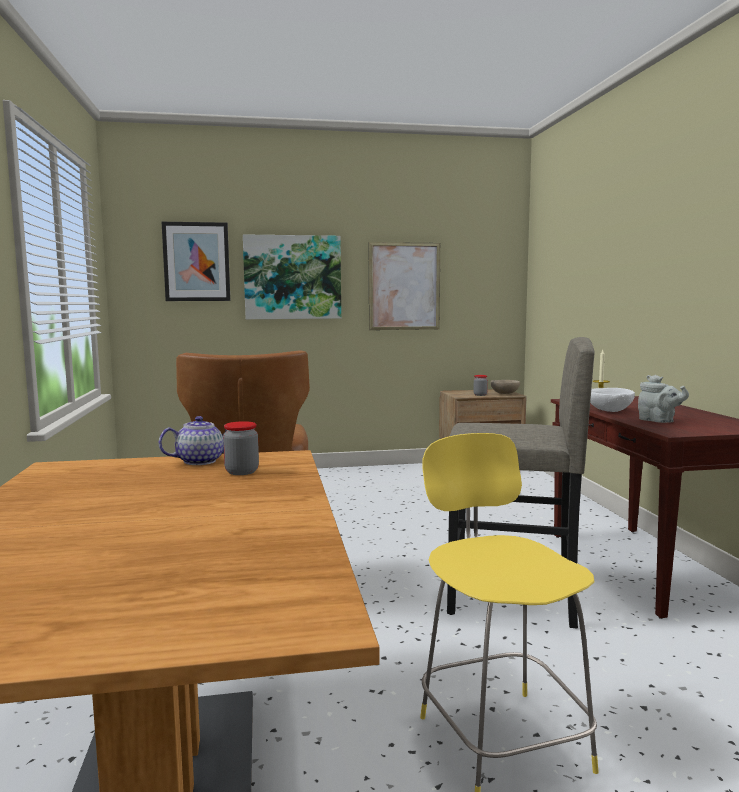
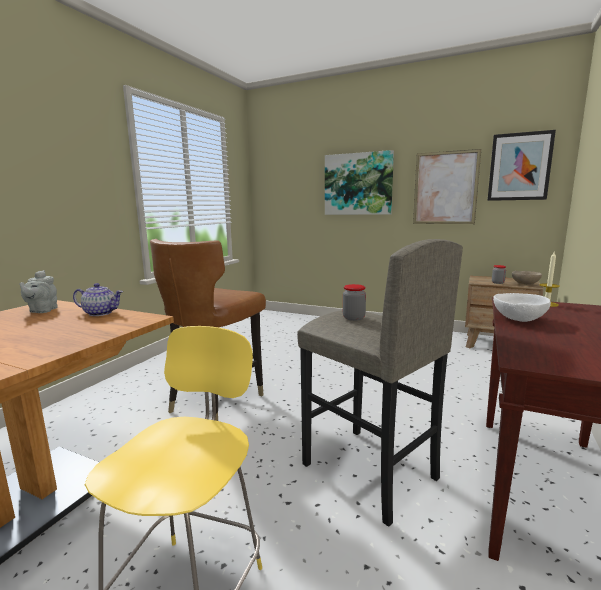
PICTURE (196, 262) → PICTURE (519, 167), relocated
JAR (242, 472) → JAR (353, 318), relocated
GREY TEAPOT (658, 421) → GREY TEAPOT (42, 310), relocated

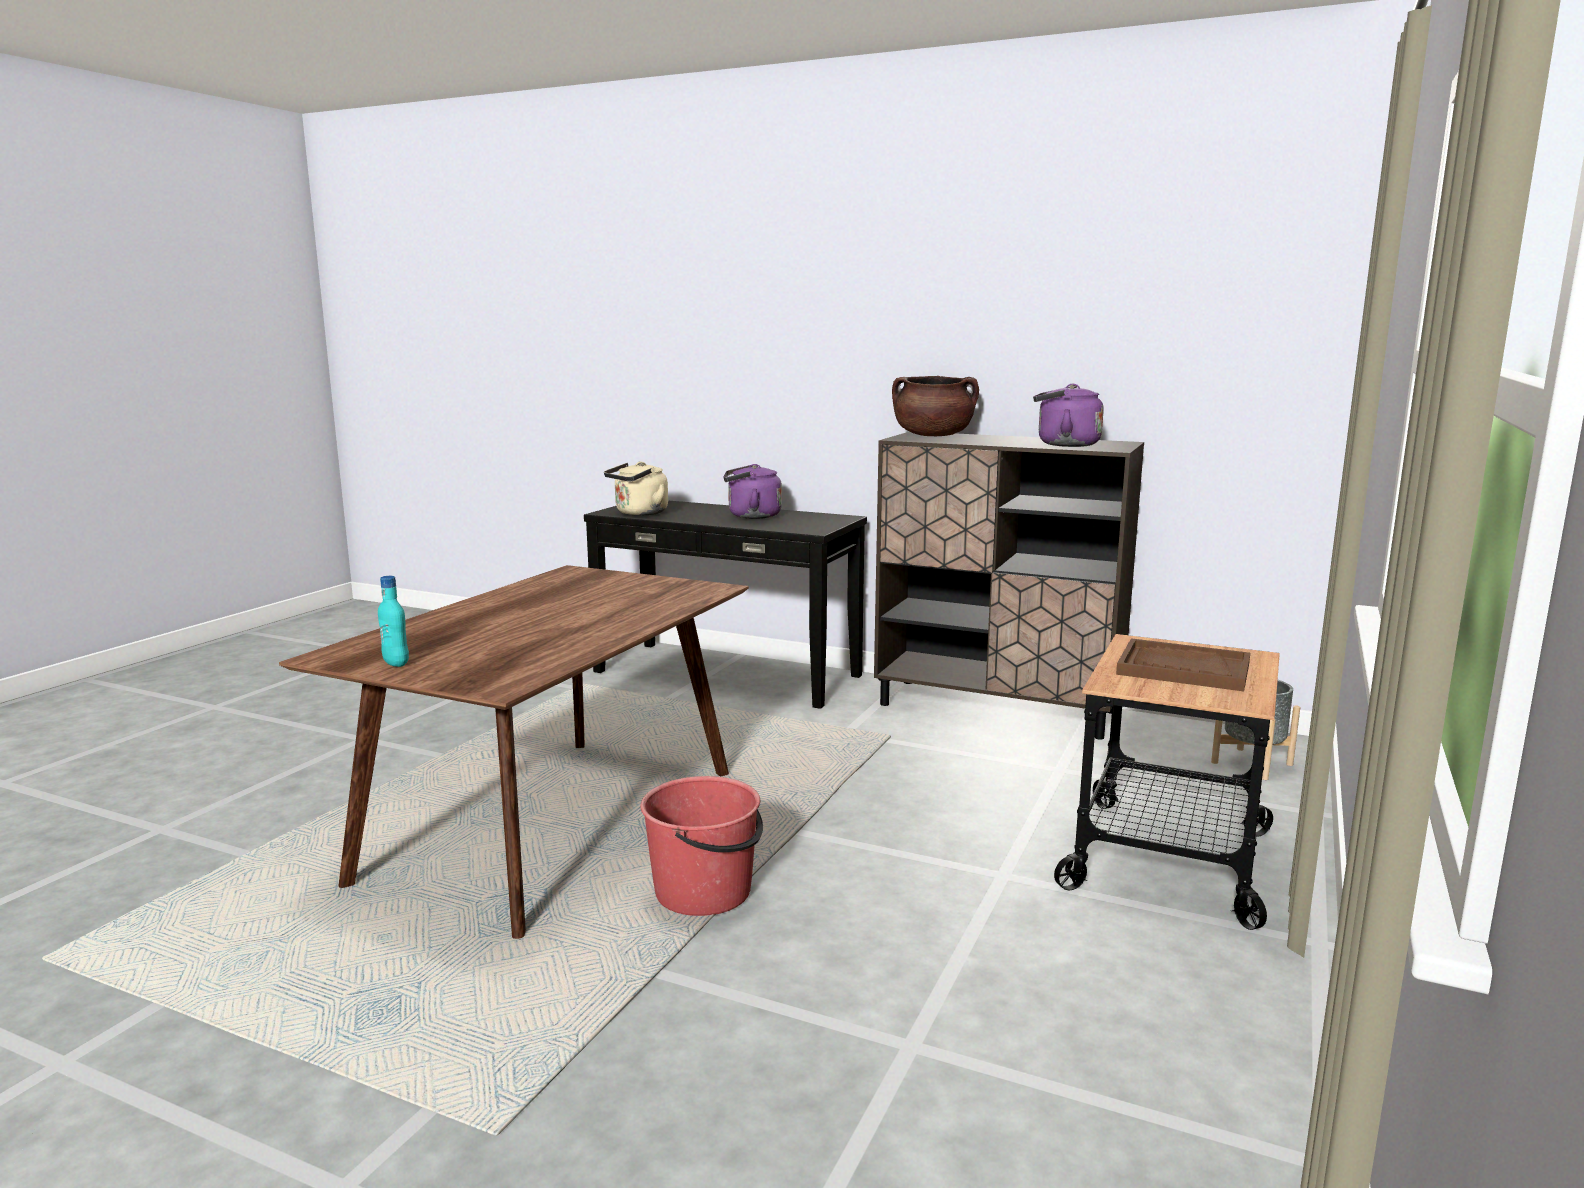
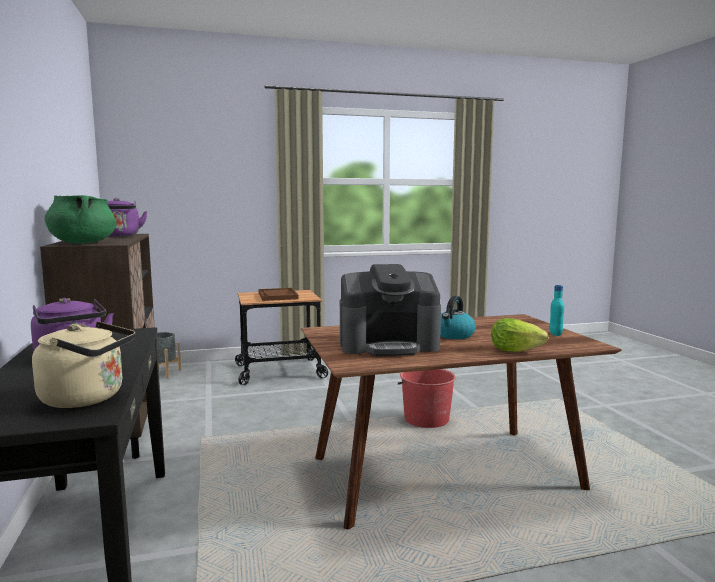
- → COFFEE MACHINE (389, 344)
- → KETTLE (453, 335)
- → LETTUCE (514, 351)
BROWN COOKING POT (933, 436) → GREEN COOKING POT (82, 243)

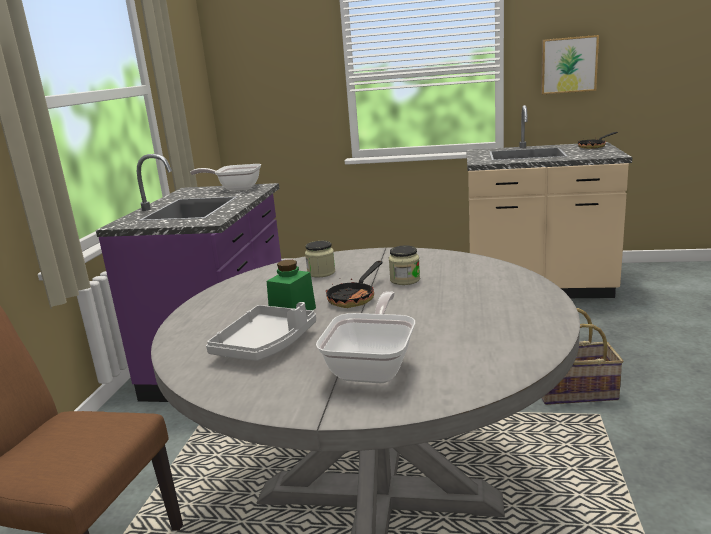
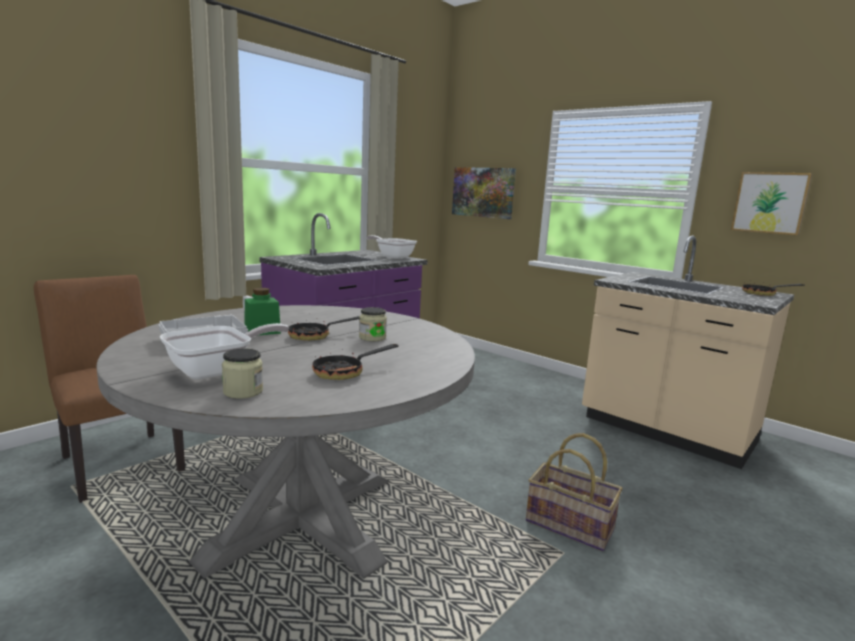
- → FRYING PAN (345, 372)
- → PICTURE (483, 192)
JAR (321, 272) → JAR (243, 391), relocated

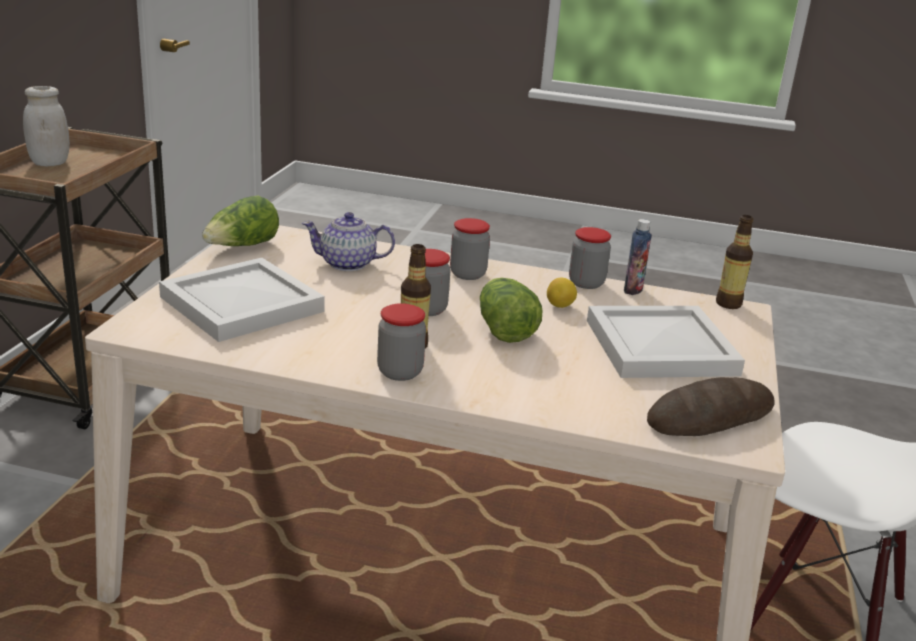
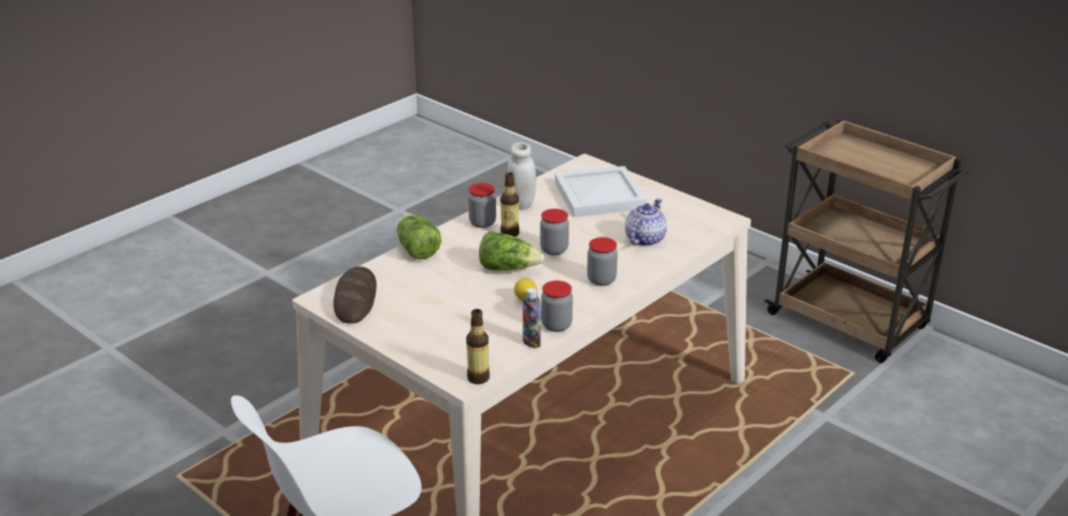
WHITE TRAY (659, 348) → -
WHITE JAR (50, 163) → WHITE JAR (521, 204), relocated
LETTUCE (242, 246) → LETTUCE (417, 249), relocated

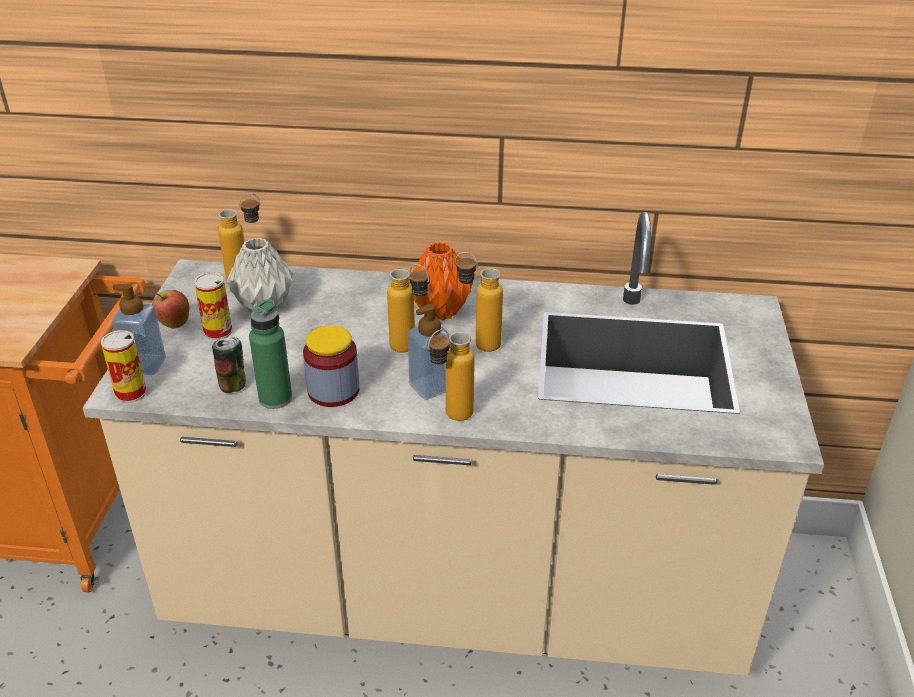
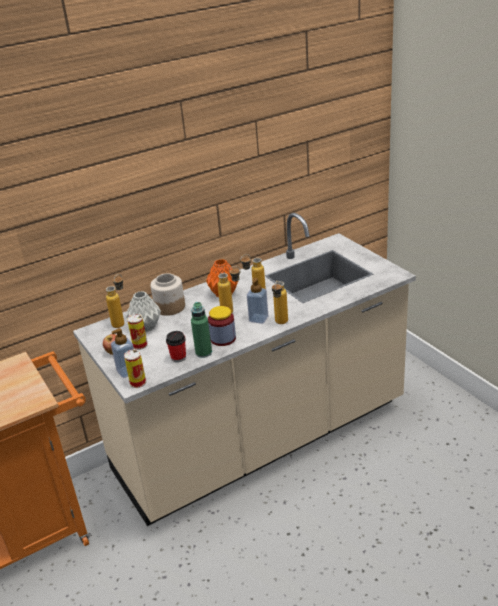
- → JAR (169, 307)
CAN (233, 385) → CUP (178, 358)

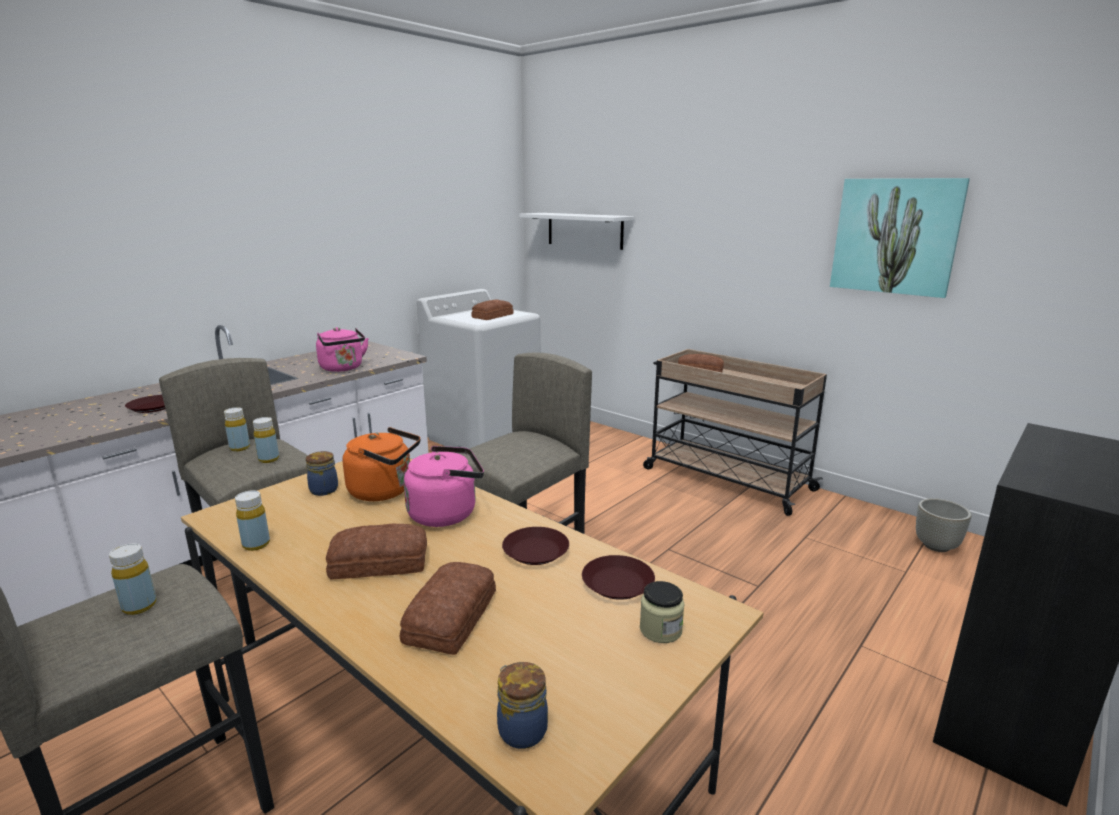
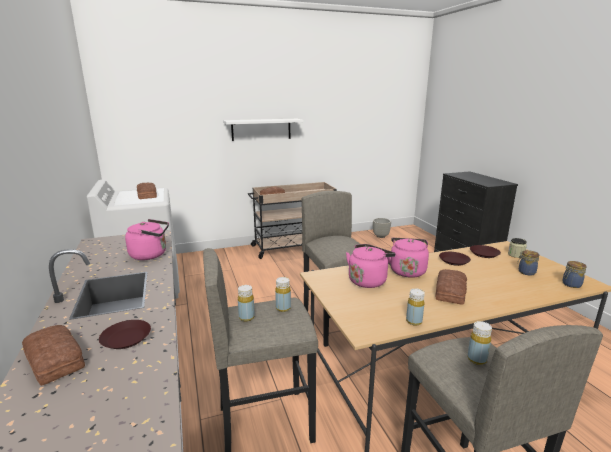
PICTURE (895, 236) → -
JAR (324, 489) → JAR (525, 272), relocated
BREAD (453, 617) → BREAD (56, 359), relocated
WHITE SHELF (584, 230) → WHITE SHELF (261, 129), relocated
ORANGE KETTLE (385, 491) → PINK KETTLE (368, 280)

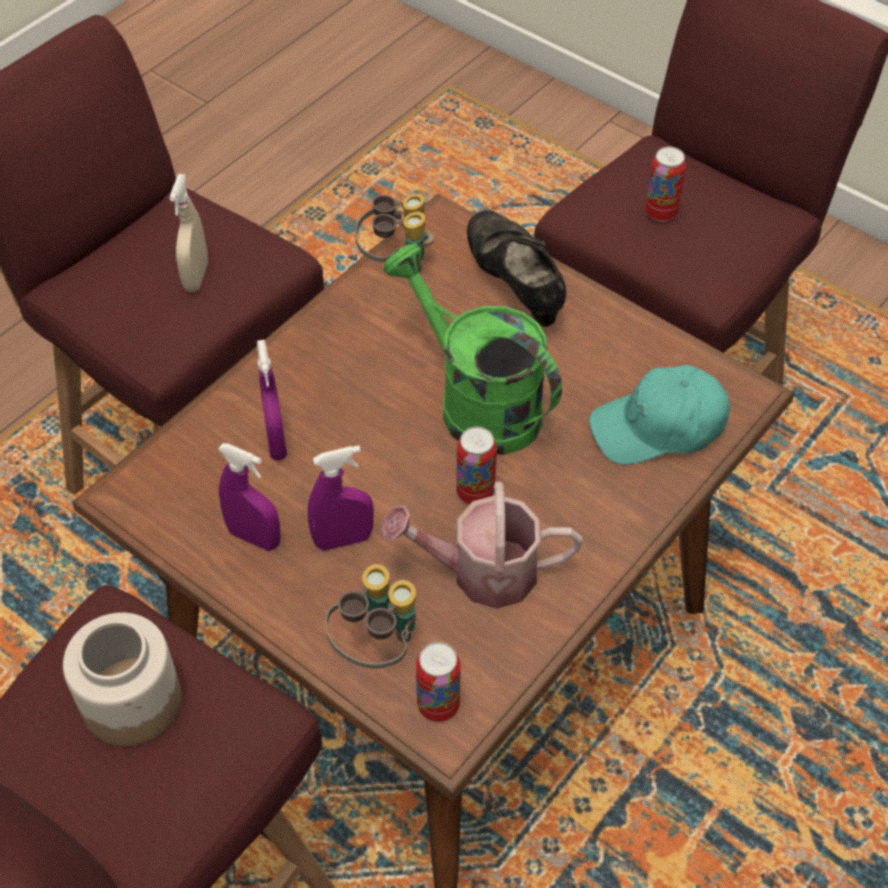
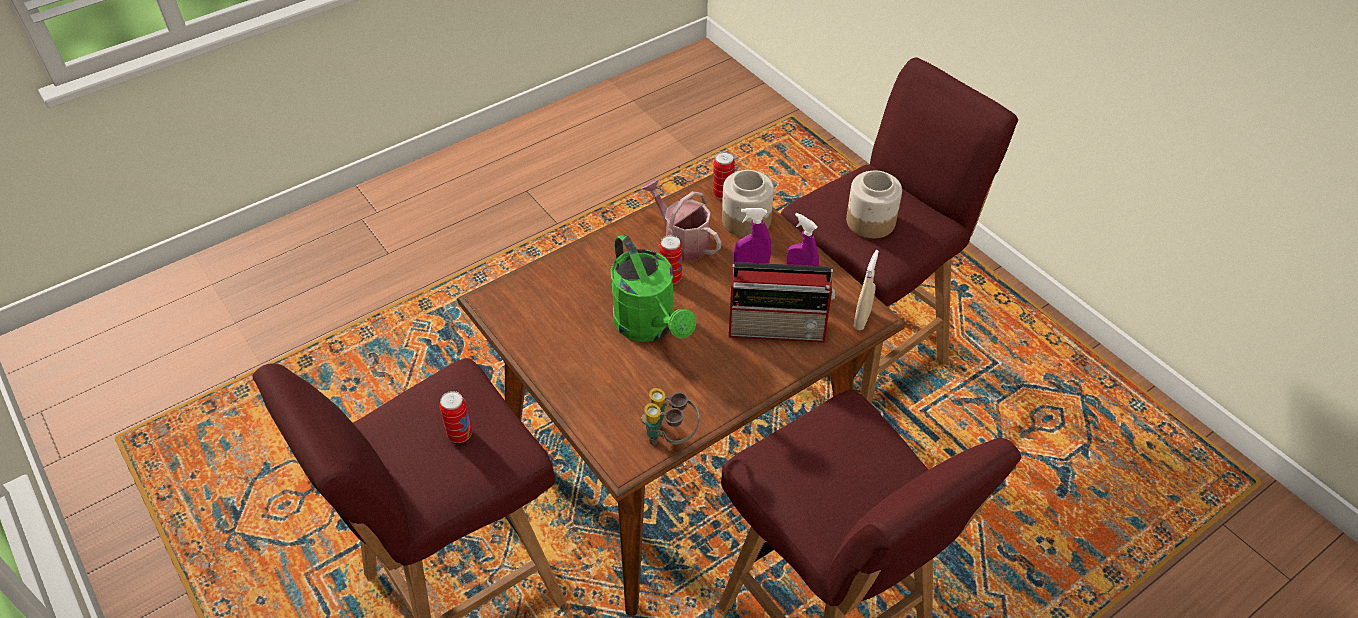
BLACK SHOE (514, 286) → -
TURQUOISE CAP (658, 427) → -
BEIGE SPRAY BOTTLE (196, 277) → BEIGE SPRAY BOTTLE (862, 319), relocated
PURPLE SPRAY BOTTLE (276, 442) → RADIO (779, 328)
BINOCULARS (377, 646) → JAR (745, 221)
WATERING CAN (481, 572) → WATERING CAN (682, 241), 150 degrees counterclockwise

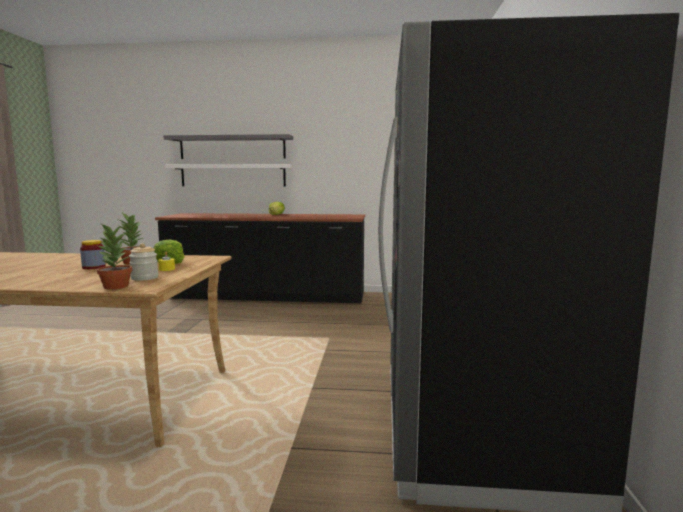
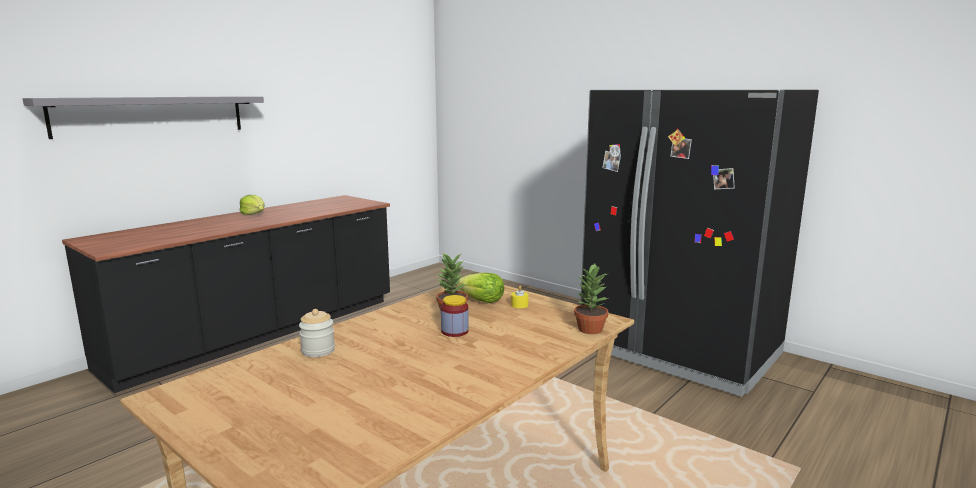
WHITE SHELF (233, 175) → -
JAR (144, 278) → JAR (318, 350), relocated

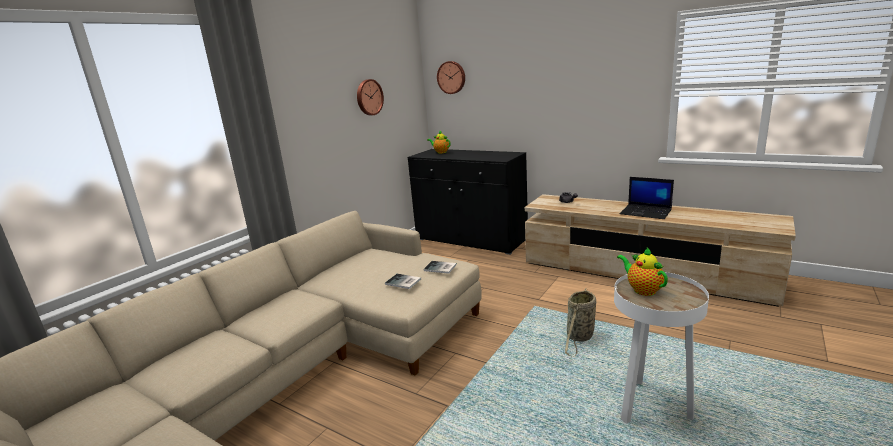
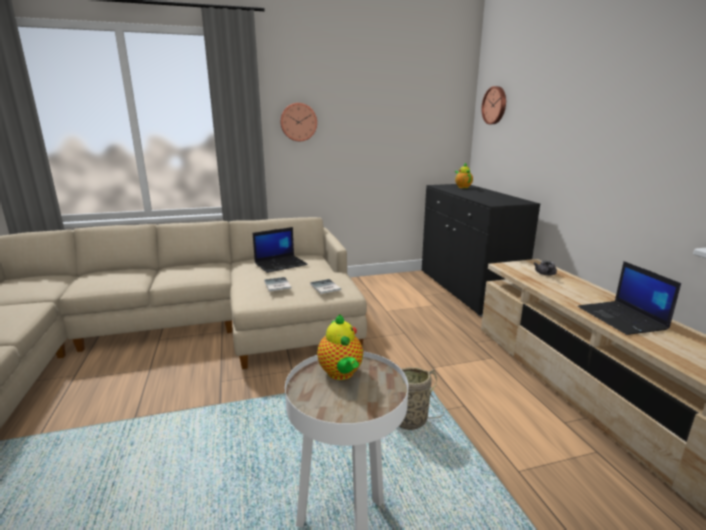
- → LAPTOP (281, 264)
WALL CLOCK (369, 97) → WALL CLOCK (298, 122), relocated
TEAPOT (642, 290) → TEAPOT (341, 374), 150 degrees clockwise

